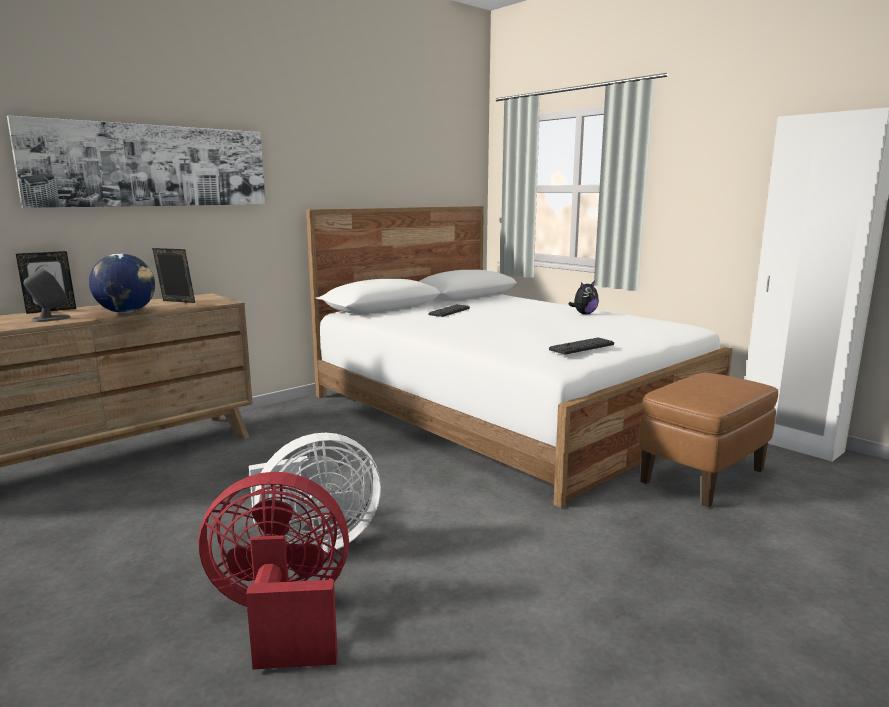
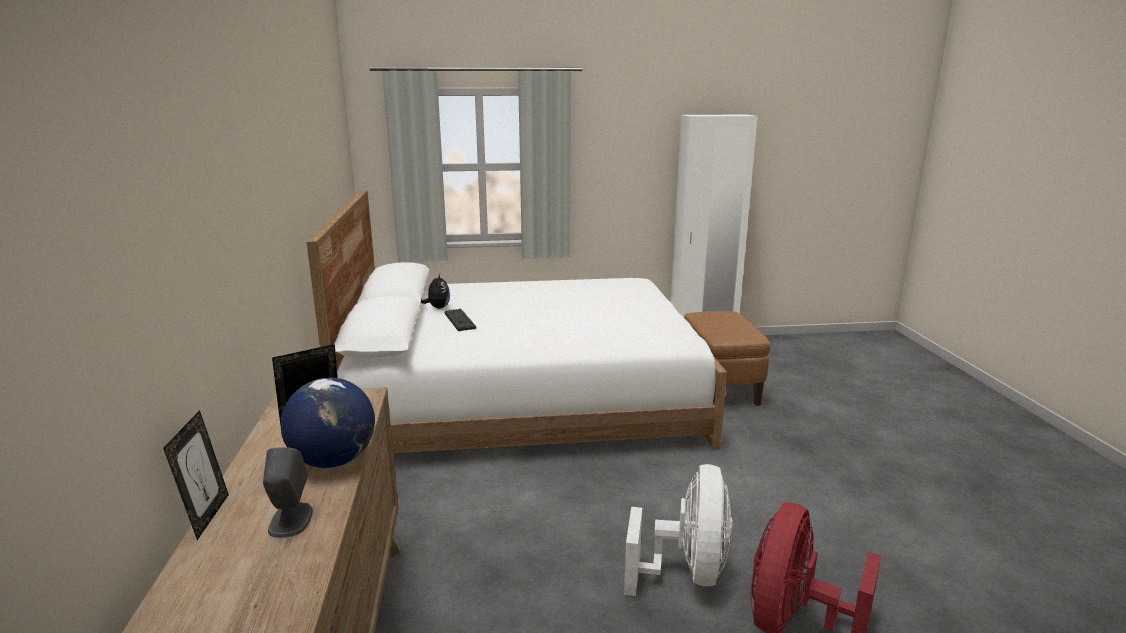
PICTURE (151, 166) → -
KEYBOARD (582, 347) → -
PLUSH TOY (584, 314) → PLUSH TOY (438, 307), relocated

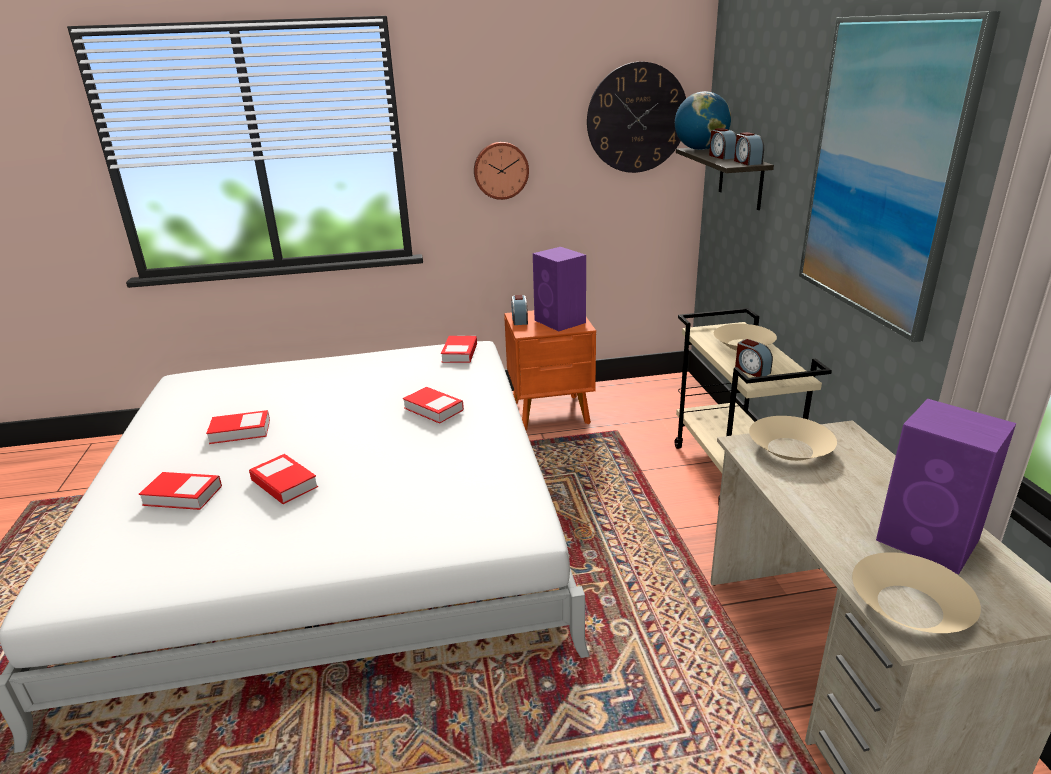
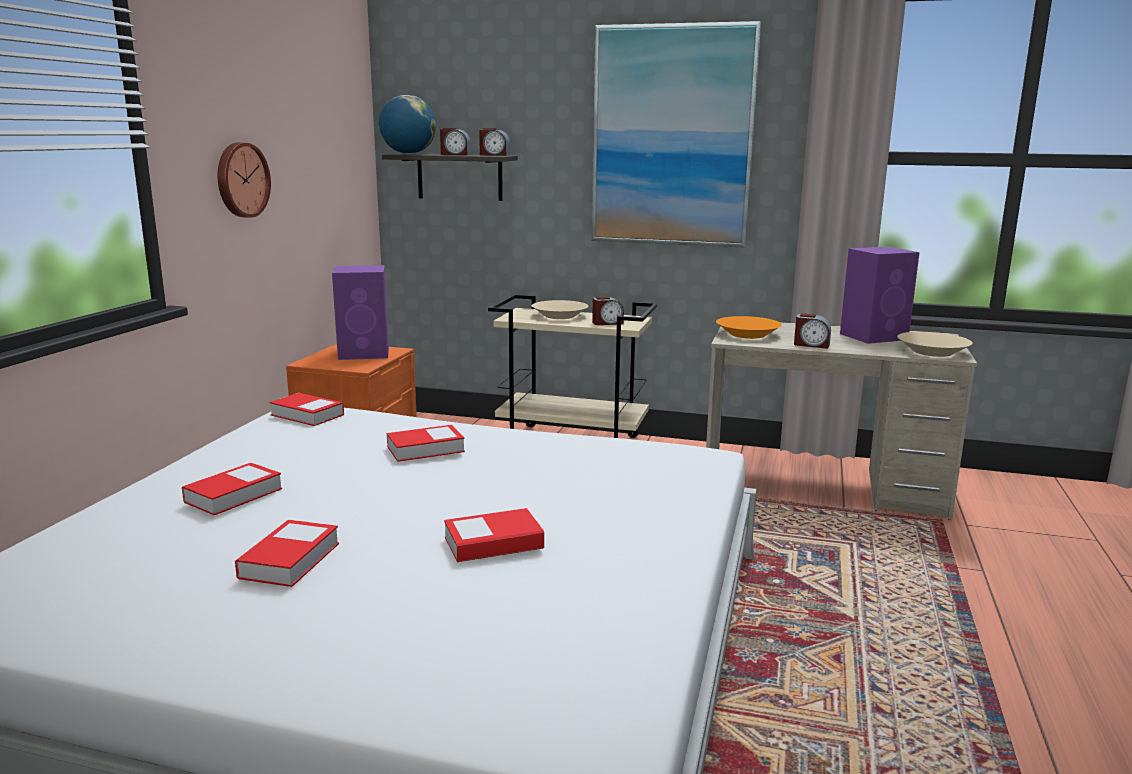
WALL CLOCK (637, 118) → -
BOOK (183, 495) → BOOK (233, 495), relocated
ALARM CLOCK (519, 320) → ALARM CLOCK (811, 345), relocated
BEIGE BOWL (790, 449) → ORANGE BOWL (748, 334)

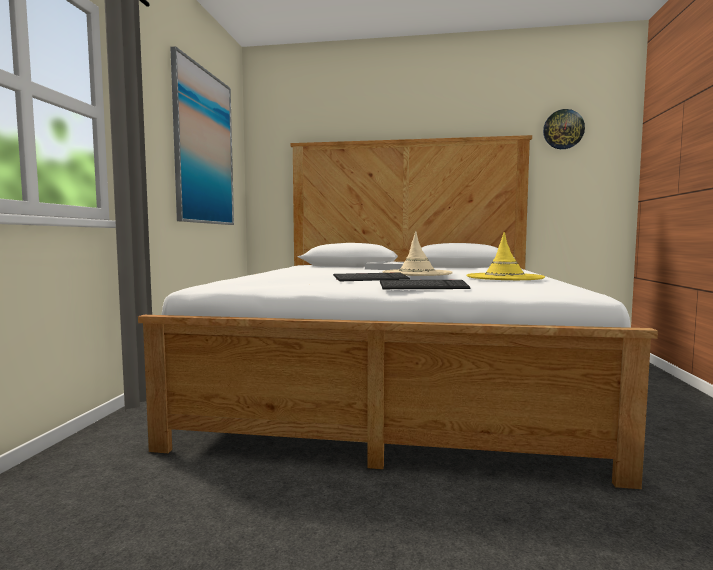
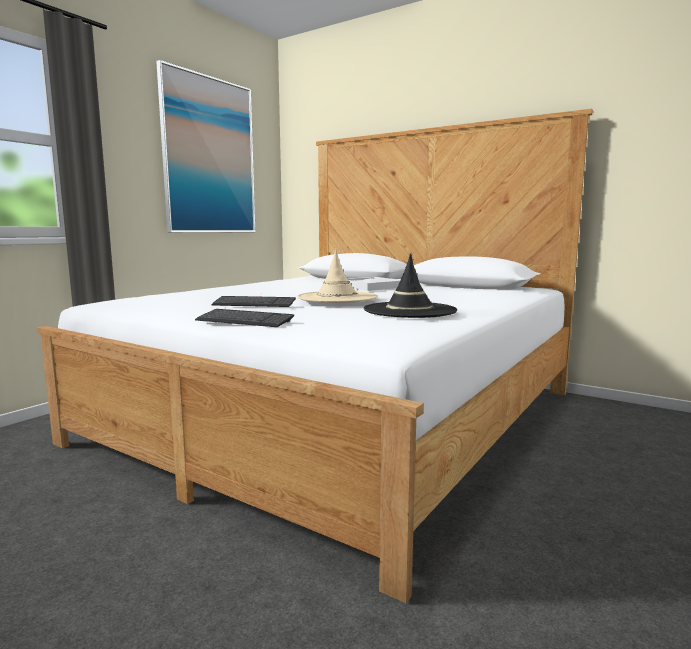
WALL CLOCK (563, 129) → -
YELLOW HAT (504, 277) → BLACK HAT (409, 310)

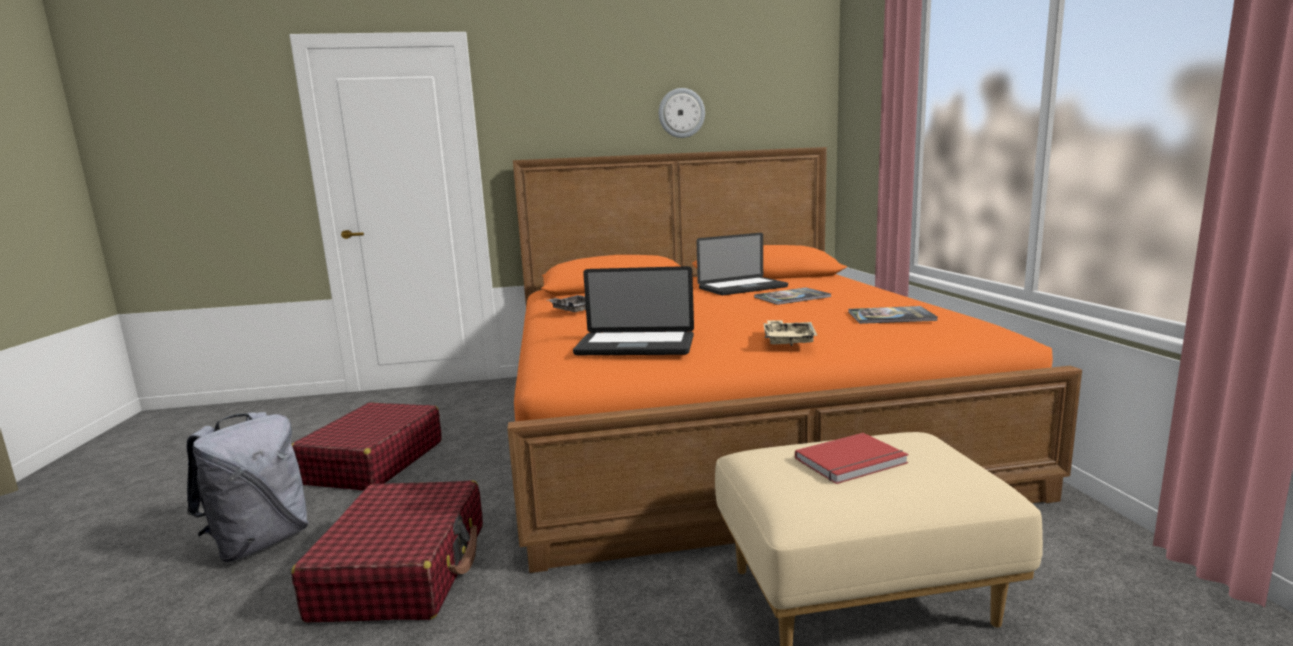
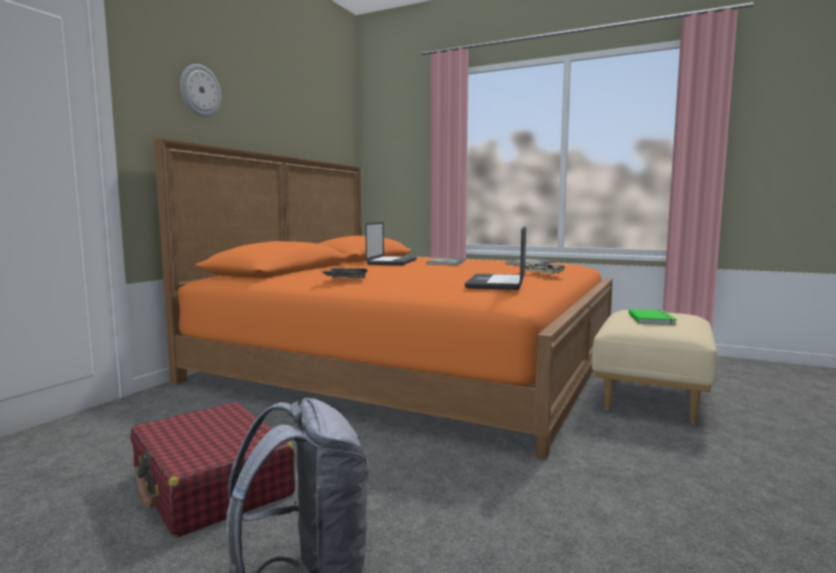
RED SUITCASE (404, 570) → -
WALL CLOCK (681, 113) → WALL CLOCK (200, 91), relocated
RED BOOK (853, 462) → GREEN BOOK (653, 319)
LAPTOP (635, 346) → LAPTOP (496, 283), 150 degrees clockwise

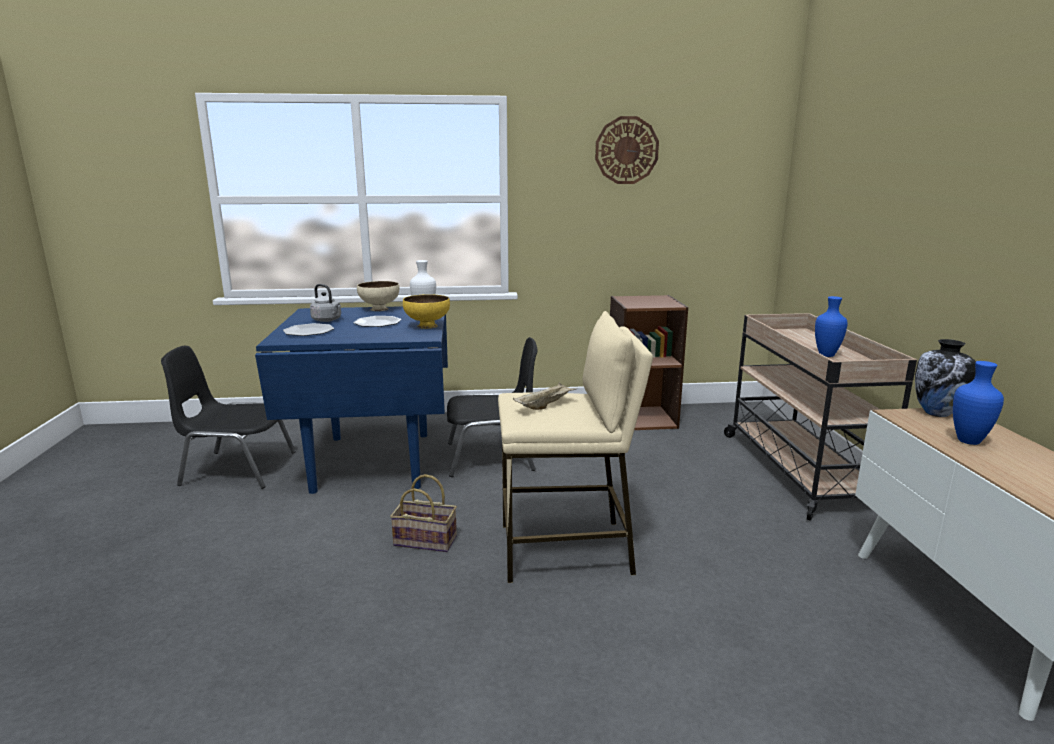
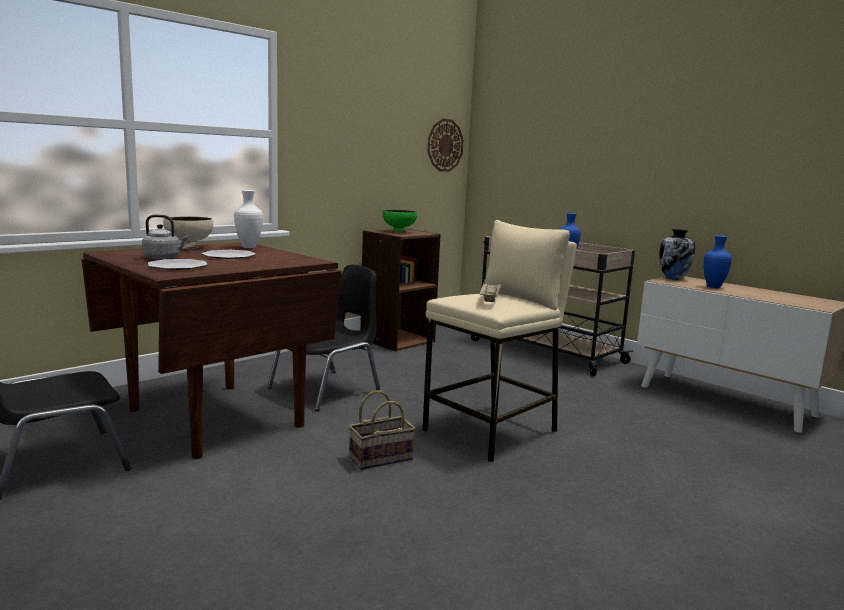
YELLOW BOWL (427, 326) → -
- → GREEN BOWL (399, 232)
WALL CLOCK (626, 150) → WALL CLOCK (445, 145), relocated
BLUE DINING TABLE (372, 461) → BROWN DINING TABLE (214, 418)

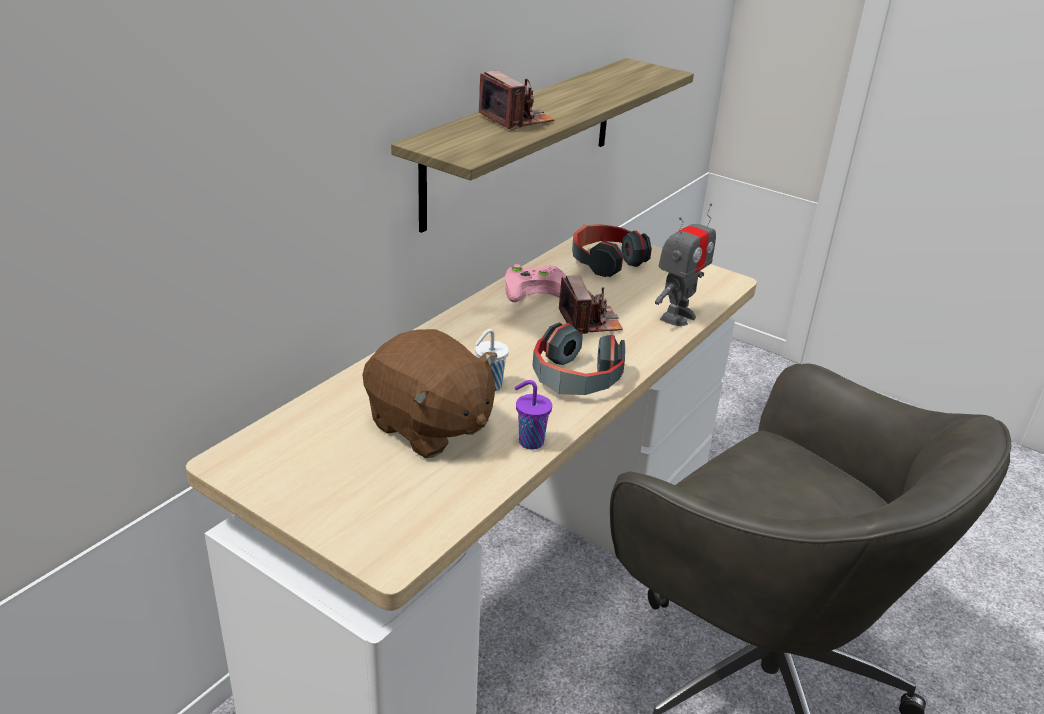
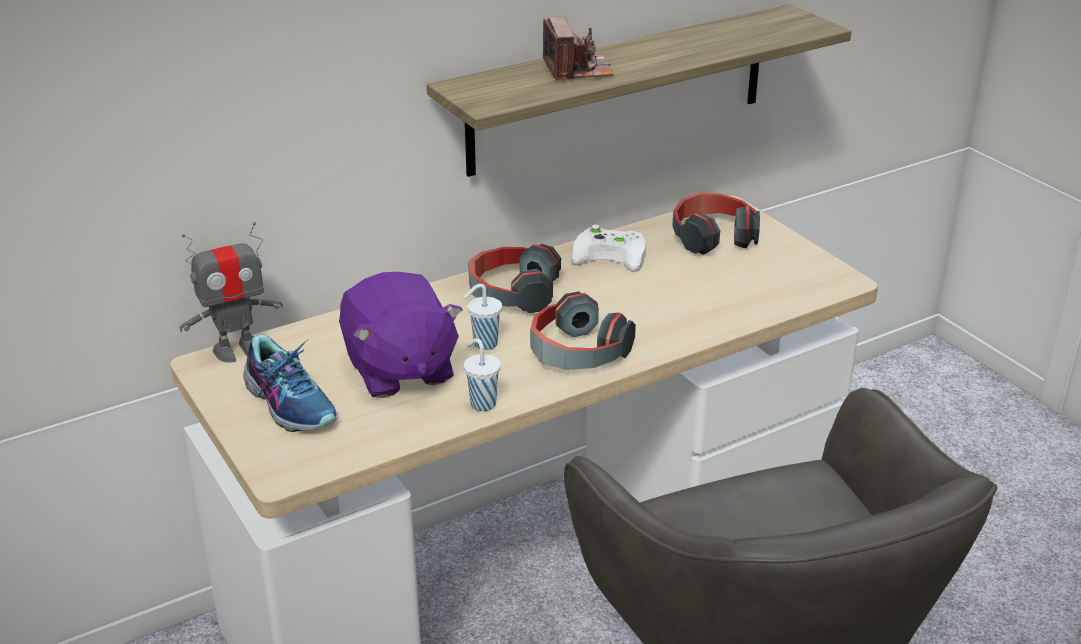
PHOTO CAMERA (589, 321) → -
- → SHOE (291, 403)
- → HEADPHONES (512, 293)
TOY ROBOT (677, 316) → TOY ROBOT (237, 350), relocated
BROWN PLUSH TOY (429, 426) → PURPLE PLUSH TOY (399, 370)
PINK GAME CONTROLLER (537, 287) → WHITE GAME CONTROLLER (612, 253)
PURPLE CUP (529, 442) → WHITE CUP (482, 403)

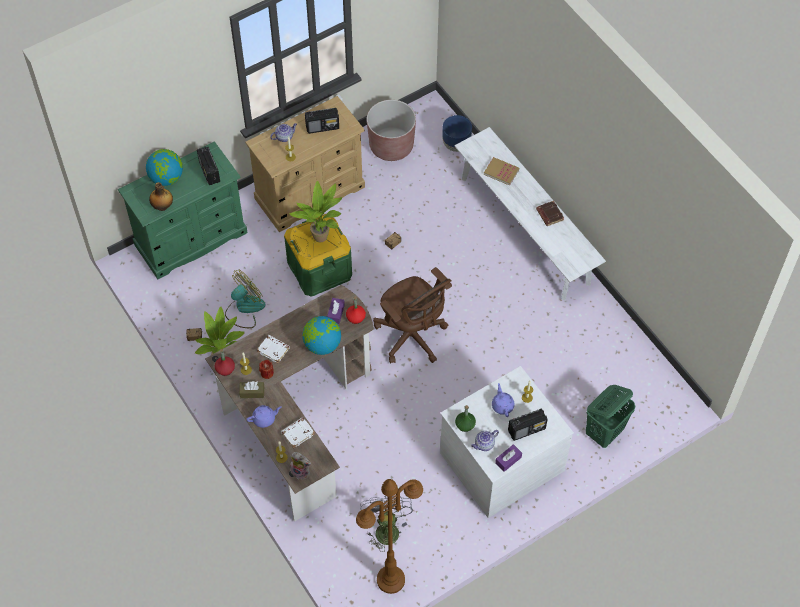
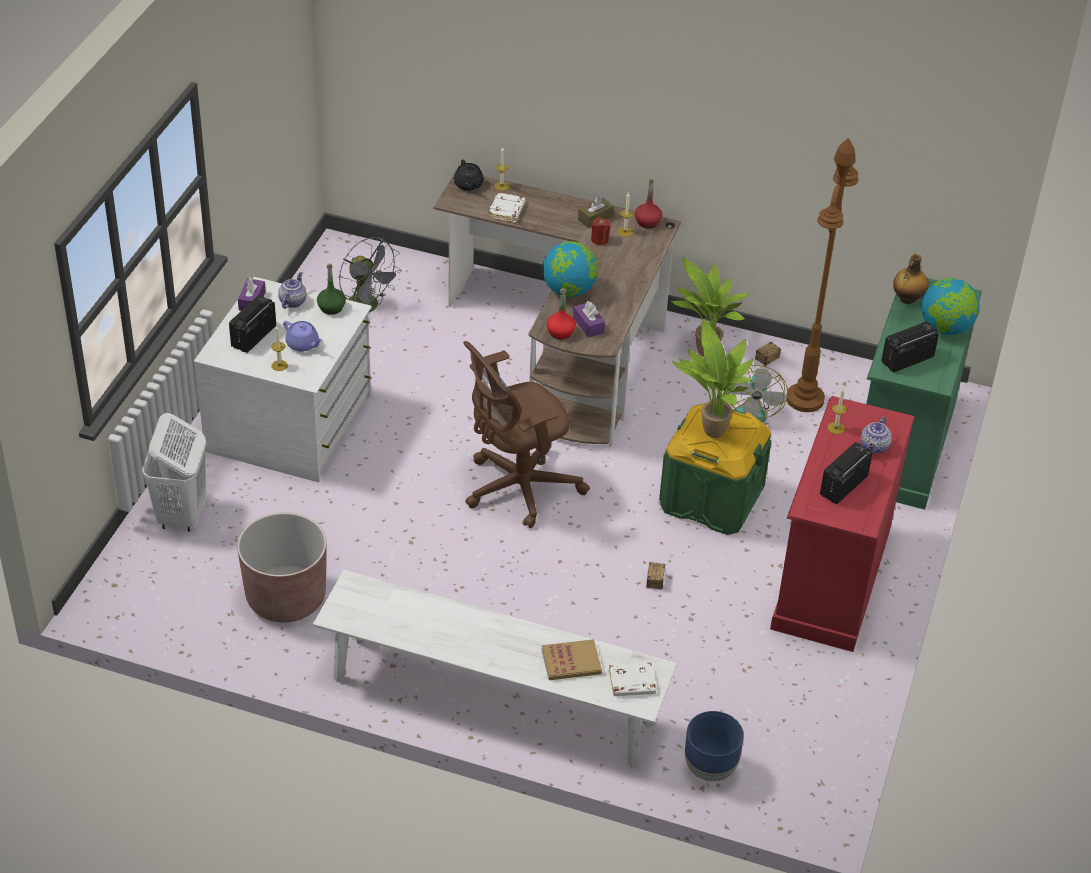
PURPLE TEAPOT (264, 419) → -
BROWN BOOK (549, 215) → -
WHITE BOOK (274, 350) → WHITE BOOK (631, 683), relocated
BROWN FLOOR LAMP (390, 580) → BROWN FLOOR LAMP (805, 399), relocated
BROWN PLANTER (391, 146) → BROWN PLANTER (286, 597), relocated
PLUSH TOY (301, 471) → BLACK TEAPOT (468, 185)
BEIGE DRESSER (310, 193) → RED DRESSER (830, 579)
GREEN LAUNDRY BASKET (604, 432) → WHITE LAUNDRY BASKET (181, 514)
RADIO (209, 172) → RADIO (906, 360), 60 degrees counterclockwise
BROWN OFFICE CHAIR (412, 337) → BROWN OFFICE CHAIR (517, 488), 45 degrees counterclockwise

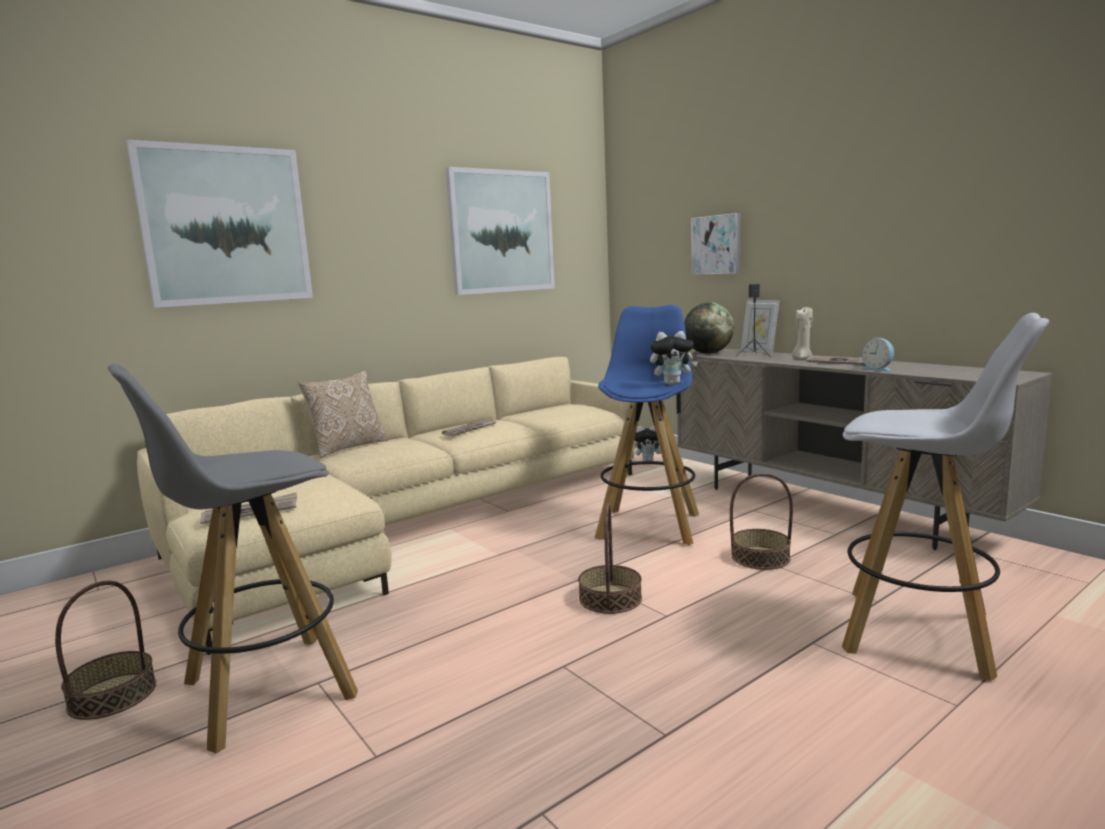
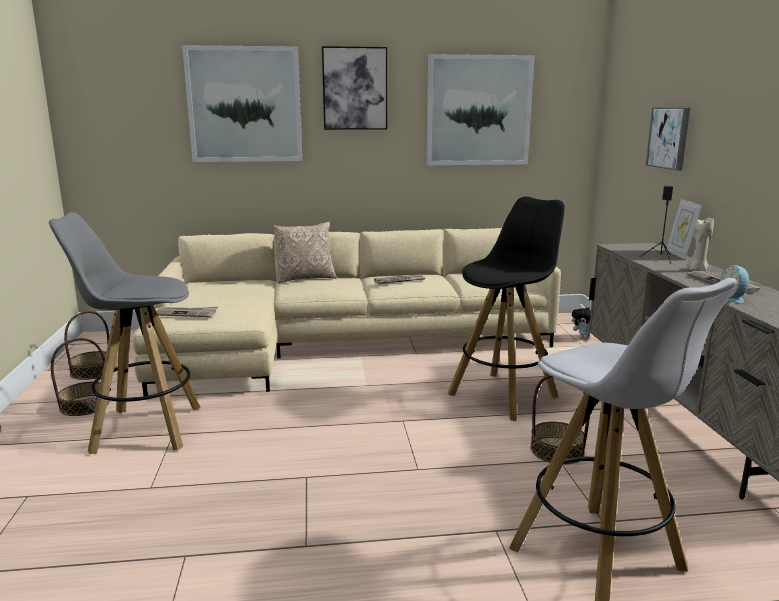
PLUSH TOY (672, 383) → -
GLOBE (708, 353) → -
- → PICTURE (355, 88)
BASKET (610, 598) → BASKET (92, 371), relocated
BLUE STOOL (649, 526) → BLACK STOOL (503, 395)

